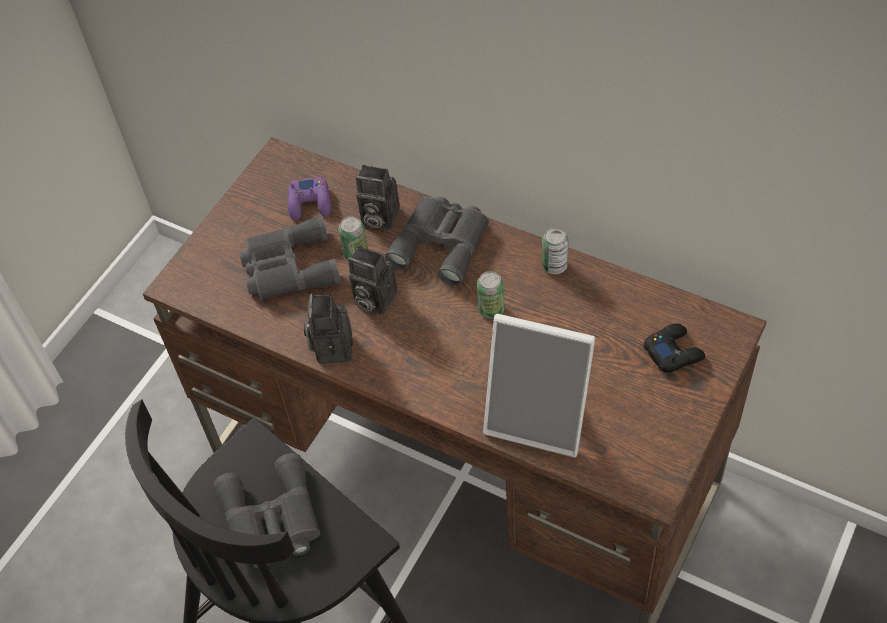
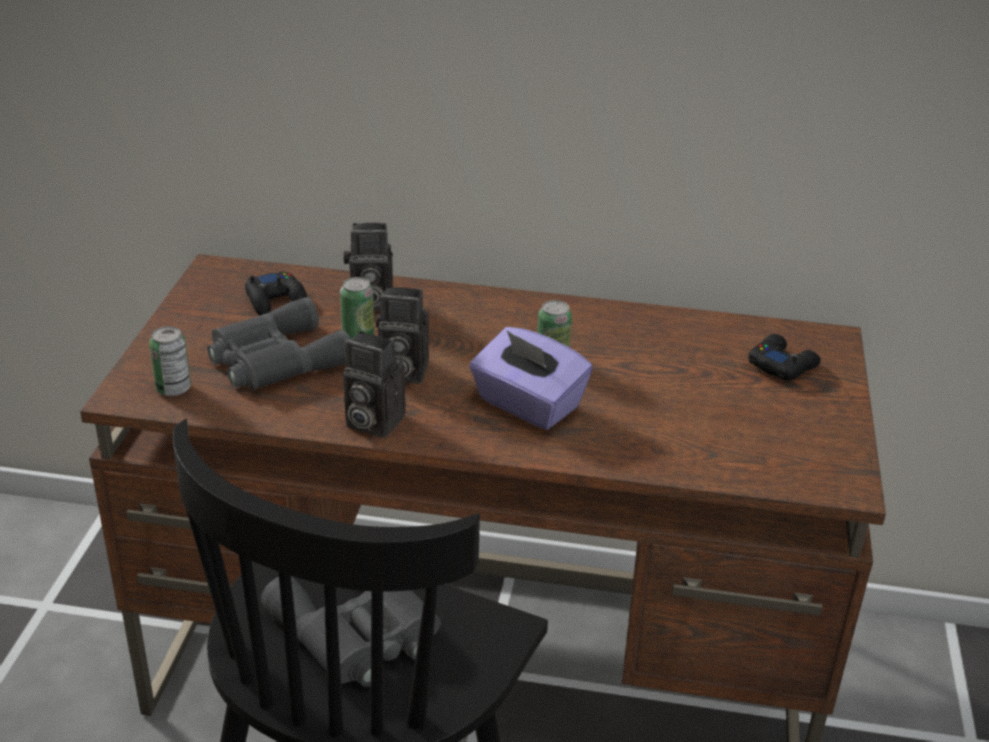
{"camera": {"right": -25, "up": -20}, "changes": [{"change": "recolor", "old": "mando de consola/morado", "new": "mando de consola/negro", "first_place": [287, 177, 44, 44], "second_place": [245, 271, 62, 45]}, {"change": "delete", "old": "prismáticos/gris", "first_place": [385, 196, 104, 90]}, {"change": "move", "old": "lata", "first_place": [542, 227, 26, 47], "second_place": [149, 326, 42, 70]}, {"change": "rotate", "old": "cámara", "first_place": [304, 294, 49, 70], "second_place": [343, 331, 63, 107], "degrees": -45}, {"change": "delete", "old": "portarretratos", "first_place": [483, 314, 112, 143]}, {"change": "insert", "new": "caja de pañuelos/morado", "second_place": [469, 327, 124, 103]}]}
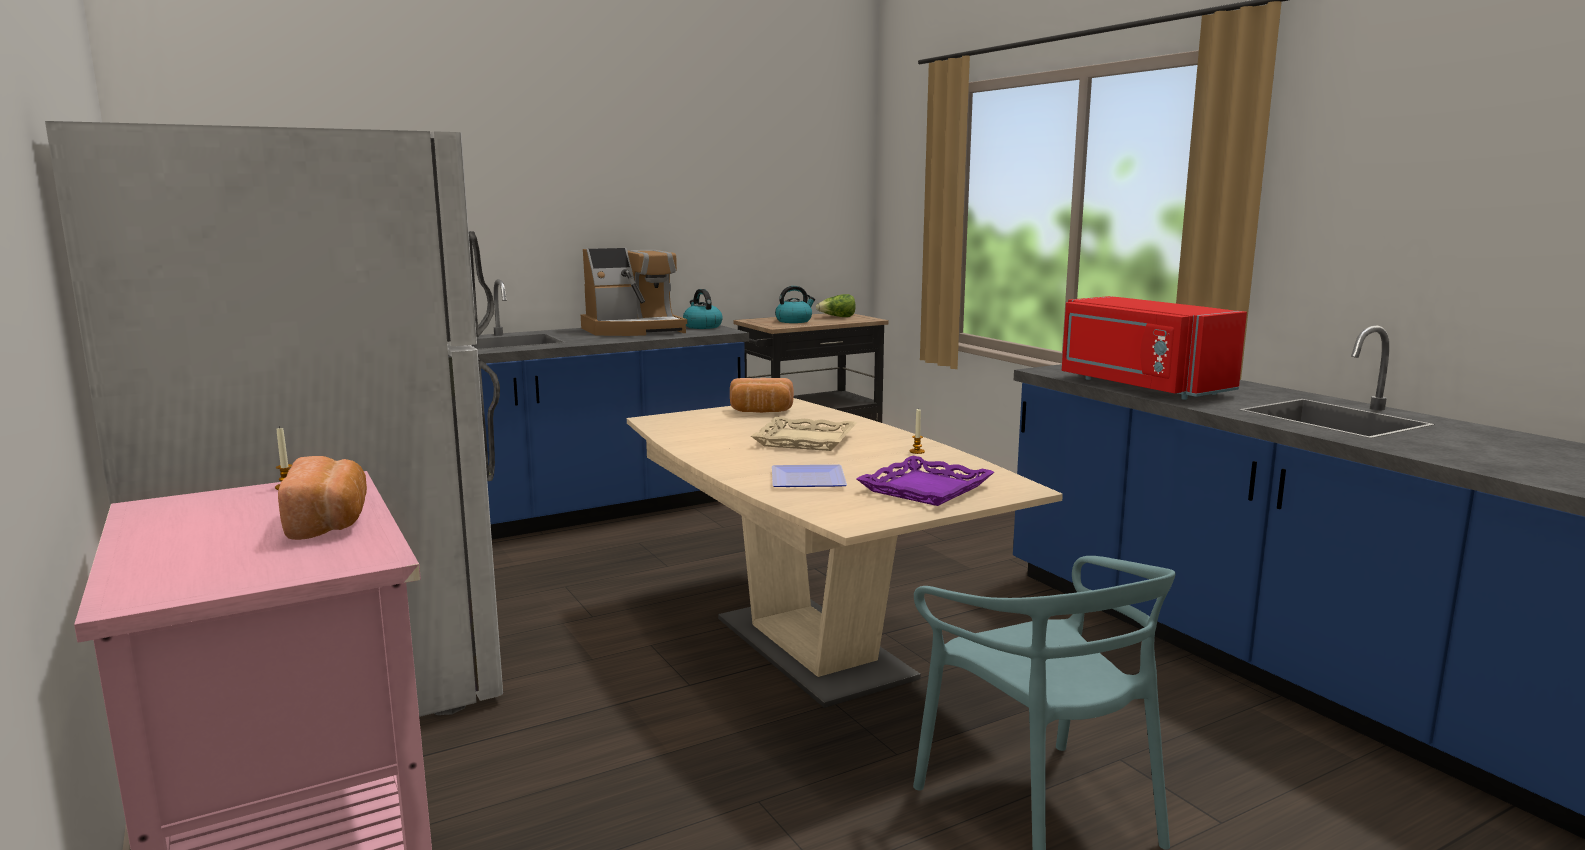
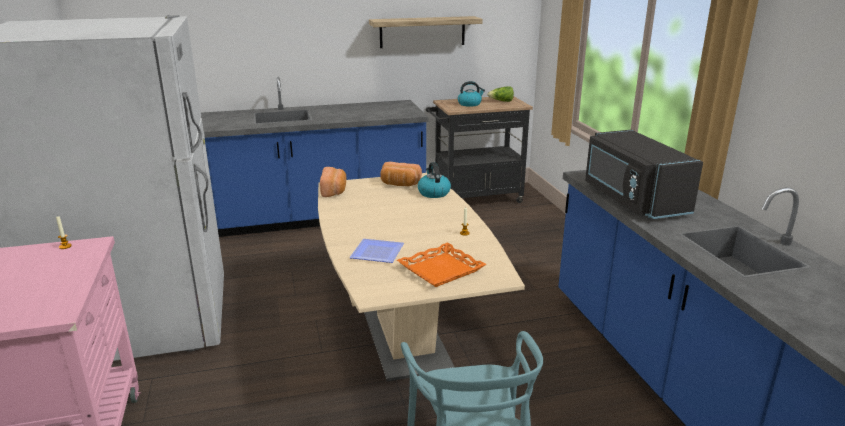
{"camera": {"right": 15, "up": 10}, "changes": [{"change": "delete", "old": "cafetera", "first_place": [581, 248, 106, 88]}, {"change": "move", "old": "hervidor", "first_place": [683, 289, 40, 40], "second_place": [417, 162, 34, 36]}, {"change": "recolor", "old": "microondas/rojo", "new": "microondas/negro", "first_place": [1062, 296, 185, 104], "second_place": [585, 130, 118, 89]}, {"change": "delete", "old": "bandeja/beis", "first_place": [751, 417, 105, 34]}, {"change": "move", "old": "pan", "first_place": [278, 456, 89, 84], "second_place": [320, 167, 26, 30]}, {"change": "recolor", "old": "bandeja/morado", "new": "bandeja/naranja", "first_place": [856, 456, 138, 50], "second_place": [397, 242, 90, 45]}, {"change": "insert", "new": "estante", "second_place": [369, 16, 114, 32]}]}
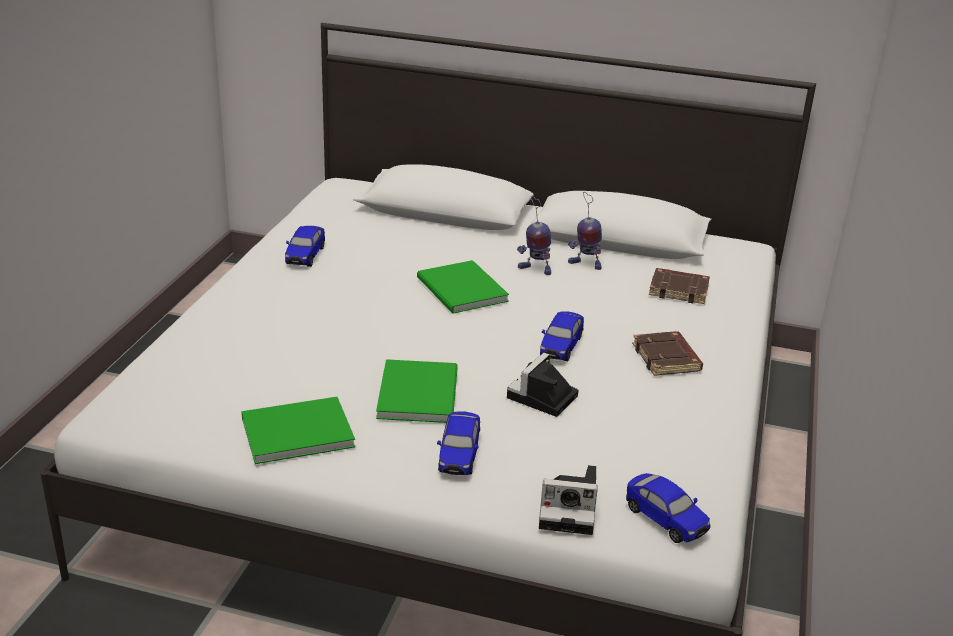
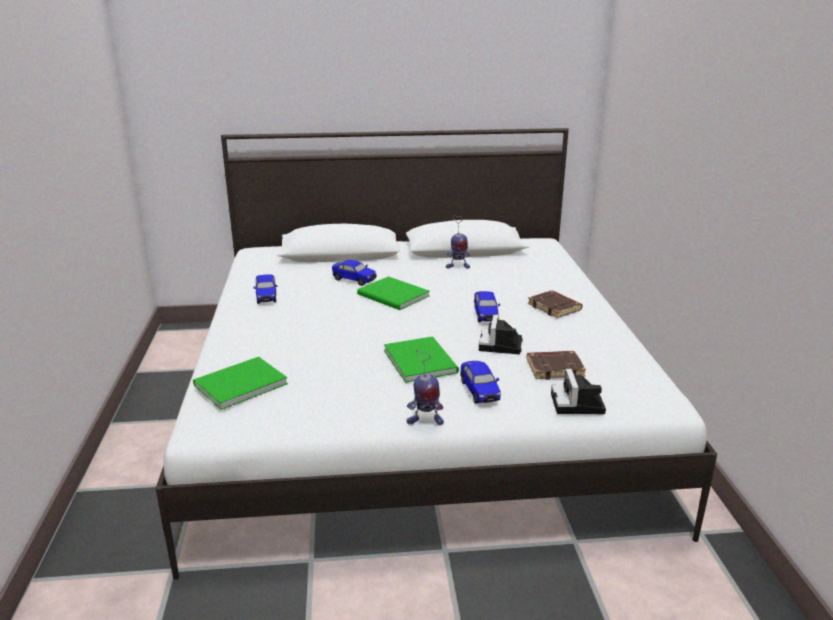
{"camera": {"right": -20, "up": -5}, "changes": [{"change": "move", "old": "robot de juguete", "first_place": [517, 196, 34, 79], "second_place": [407, 350, 37, 75]}, {"change": "move", "old": "libro/marrón", "first_place": [649, 268, 61, 36], "second_place": [527, 351, 59, 29]}, {"change": "move", "old": "libro/verde", "first_place": [241, 397, 114, 67], "second_place": [193, 357, 95, 53]}, {"change": "rotate", "old": "cámara", "first_place": [539, 465, 59, 70], "second_place": [551, 369, 55, 45], "degrees": 105}, {"change": "move", "old": "coche de juguete", "first_place": [626, 473, 84, 70], "second_place": [332, 260, 45, 26]}]}
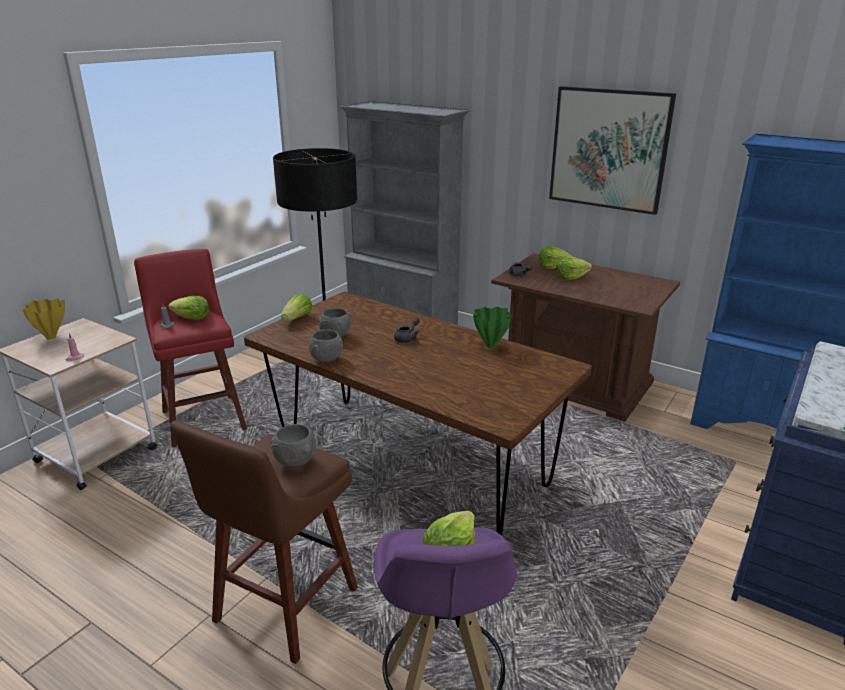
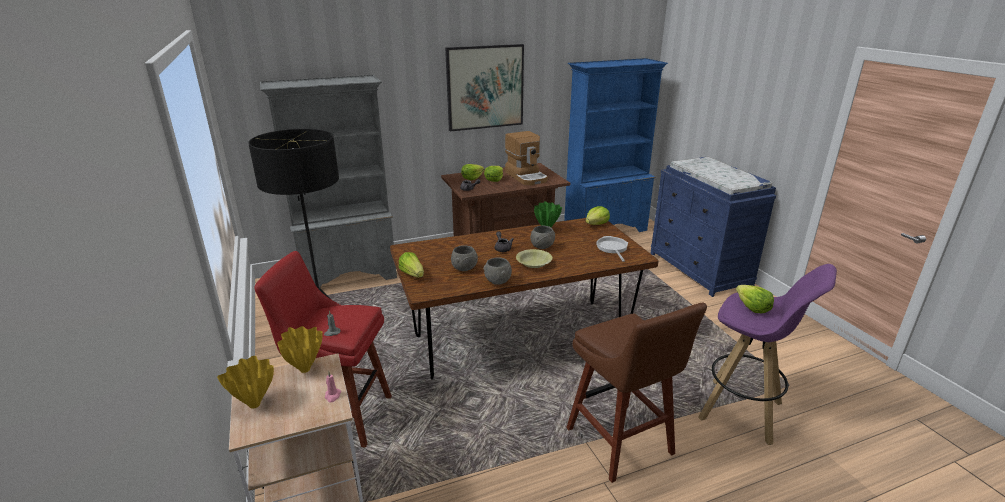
{"camera": {"right": -55, "up": 0}, "changes": [{"change": "move", "old": "lechuga", "first_place": [168, 296, 41, 24], "second_place": [586, 206, 24, 19]}, {"change": "move", "old": "cuenco/gris", "first_place": [271, 424, 45, 43], "second_place": [531, 226, 24, 23]}, {"change": "insert", "new": "cafetera", "second_place": [505, 131, 43, 54]}, {"change": "insert", "new": "sartén", "second_place": [596, 236, 32, 26]}, {"change": "insert", "new": "cuenco/amarillo", "second_place": [516, 249, 36, 19]}, {"change": "insert", "new": "florero/amarillo", "second_place": [277, 326, 46, 47]}]}
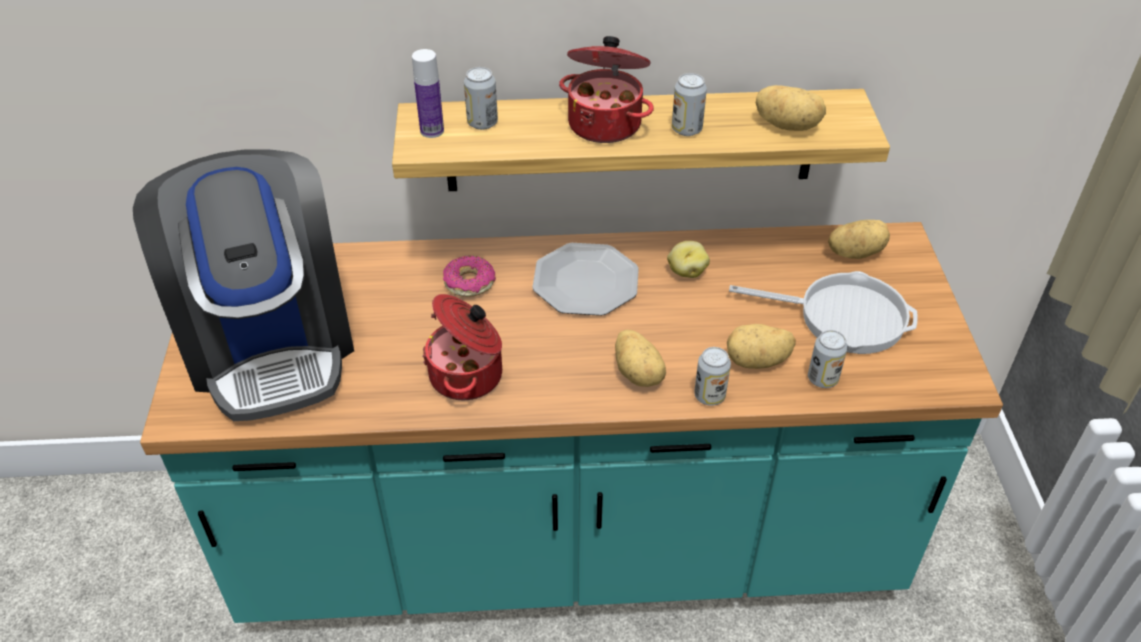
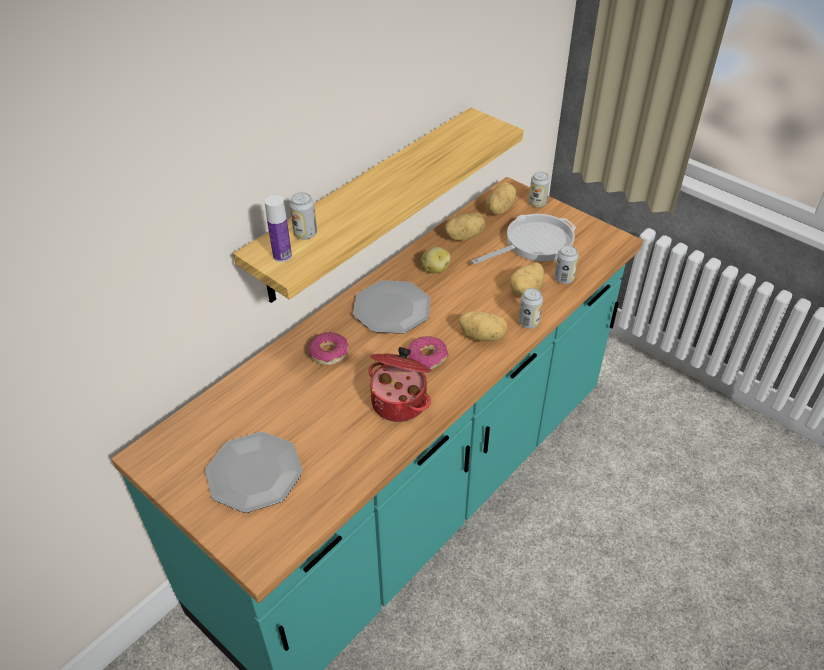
{"camera": {"right": -45, "up": 0}, "changes": [{"change": "delete", "old": "olla", "first_place": [559, 36, 95, 107]}, {"change": "move", "old": "lata", "first_place": [672, 73, 35, 63], "second_place": [529, 171, 21, 37]}, {"change": "move", "old": "patata", "first_place": [756, 85, 70, 46], "second_place": [444, 213, 41, 27]}, {"change": "replace", "old": "cafetera", "new": "plato", "first_place": [133, 149, 221, 272], "second_place": [205, 432, 98, 81]}, {"change": "insert", "new": "rosquilla", "second_place": [408, 336, 40, 33]}]}
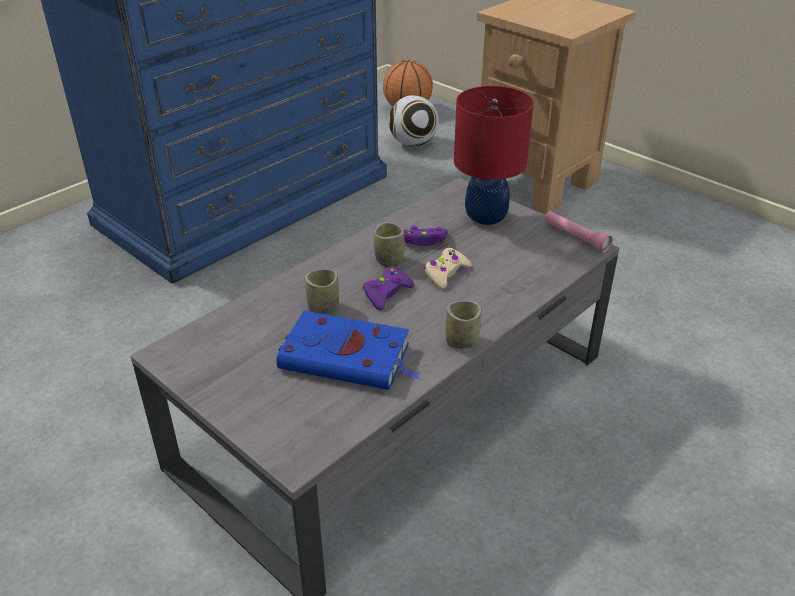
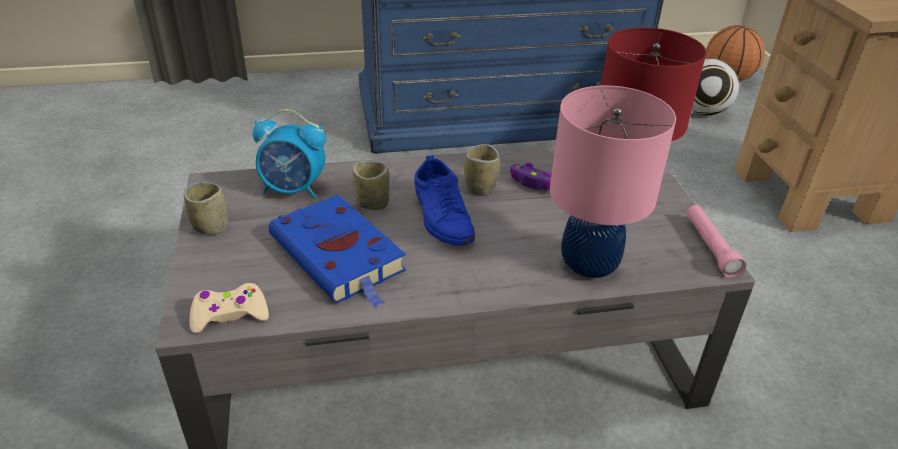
{"camera": {"right": 35, "up": 0}, "changes": [{"change": "move", "old": "mando de consola/beis", "first_place": [424, 248, 48, 41], "second_place": [189, 283, 80, 50]}, {"change": "replace", "old": "mando de consola/morado", "new": "zapato/azul", "first_place": [363, 267, 52, 43], "second_place": [414, 155, 61, 90]}, {"change": "move", "old": "taza", "first_place": [446, 301, 36, 48], "second_place": [184, 182, 44, 53]}, {"change": "insert", "new": "lámpara de mesa/rosa", "second_place": [550, 85, 126, 193]}, {"change": "insert", "new": "despertador", "second_place": [253, 109, 73, 90]}]}
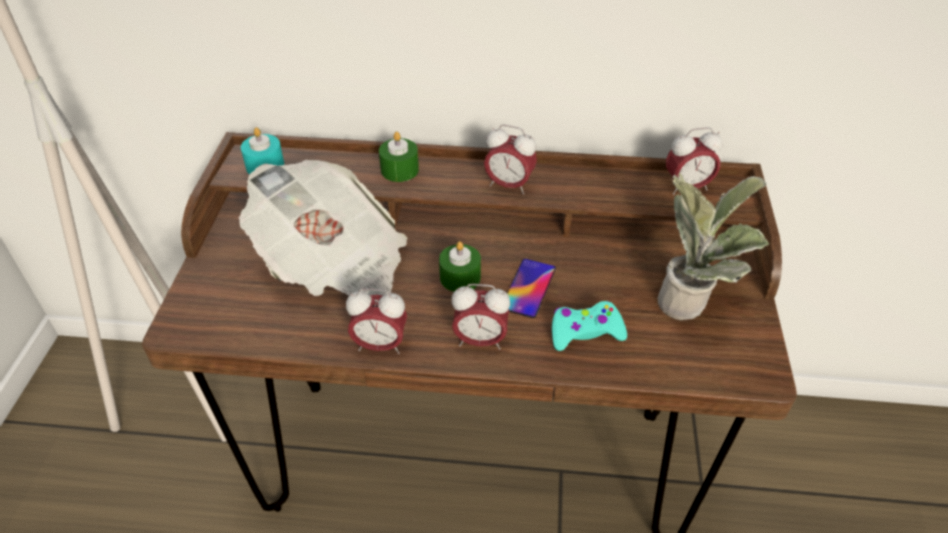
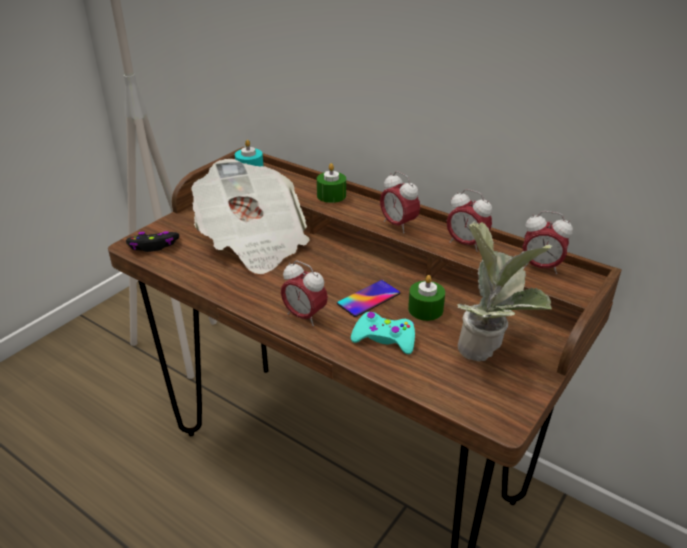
{"camera": {"right": 30, "up": -10}, "changes": [{"change": "move", "old": "vela/verde", "first_place": [439, 241, 42, 51], "second_place": [408, 275, 37, 46]}, {"change": "move", "old": "despertador", "first_place": [346, 288, 61, 66], "second_place": [447, 189, 45, 63]}, {"change": "insert", "new": "mando de consola/negro", "second_place": [126, 231, 53, 21]}]}
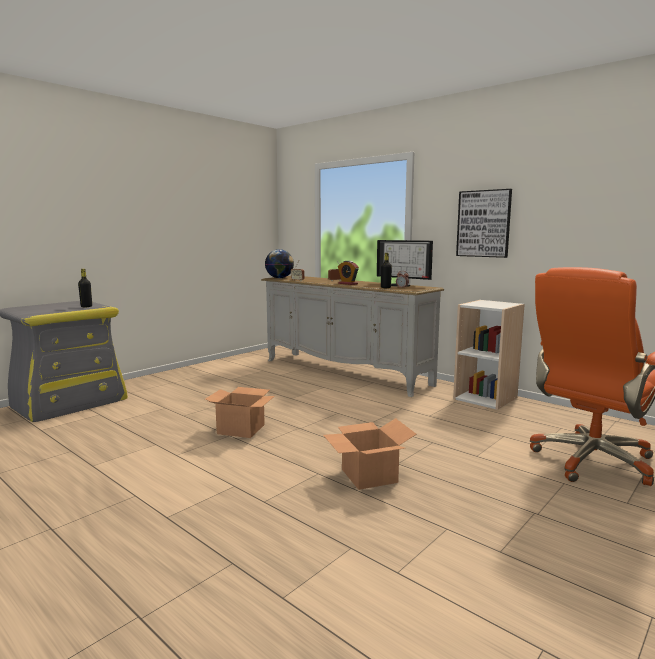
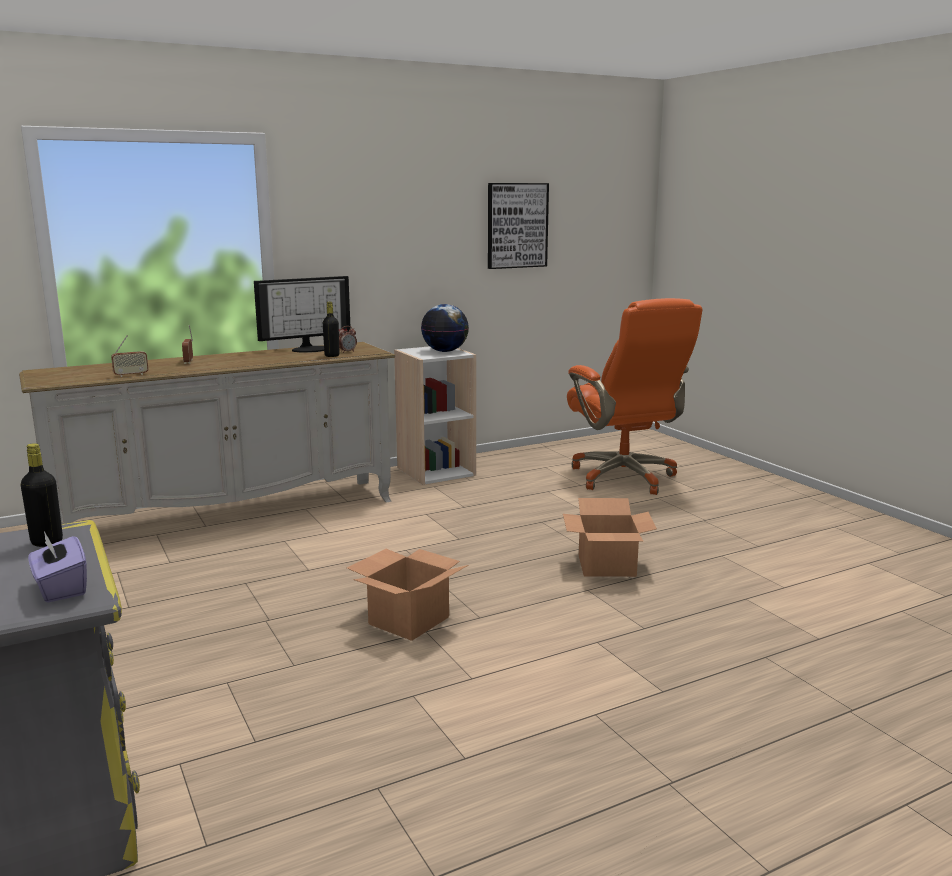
{"camera": {"right": -70, "up": 5}, "changes": [{"change": "move", "old": "cuadro", "first_place": [456, 189, 56, 69], "second_place": [488, 183, 61, 86]}, {"change": "move", "old": "globo terráqueo", "first_place": [265, 249, 29, 29], "second_place": [421, 304, 48, 48]}, {"change": "delete", "old": "despertador", "first_place": [338, 261, 21, 24]}, {"change": "insert", "new": "caja de pañuelos/morado", "second_place": [28, 531, 59, 71]}]}
